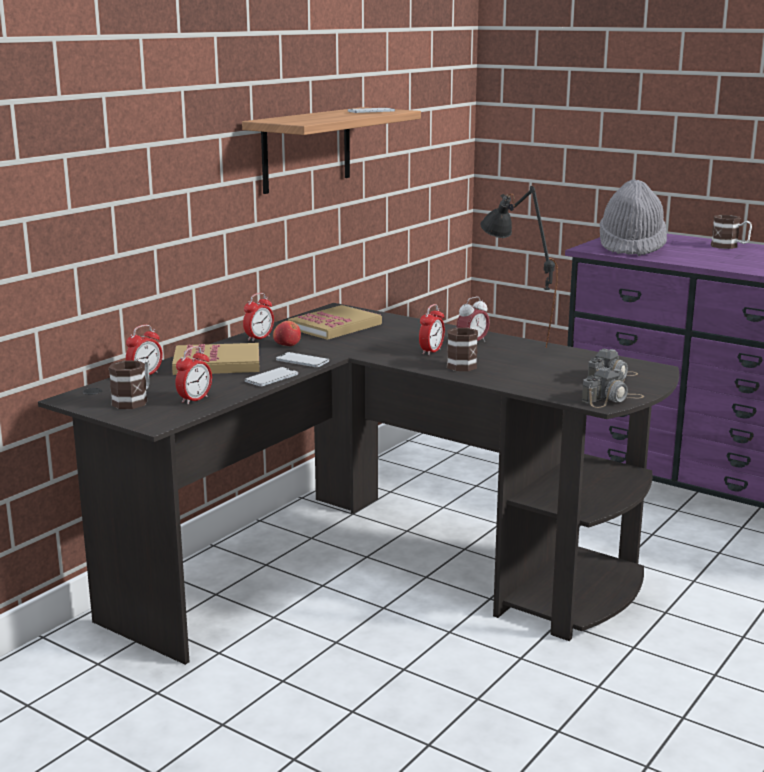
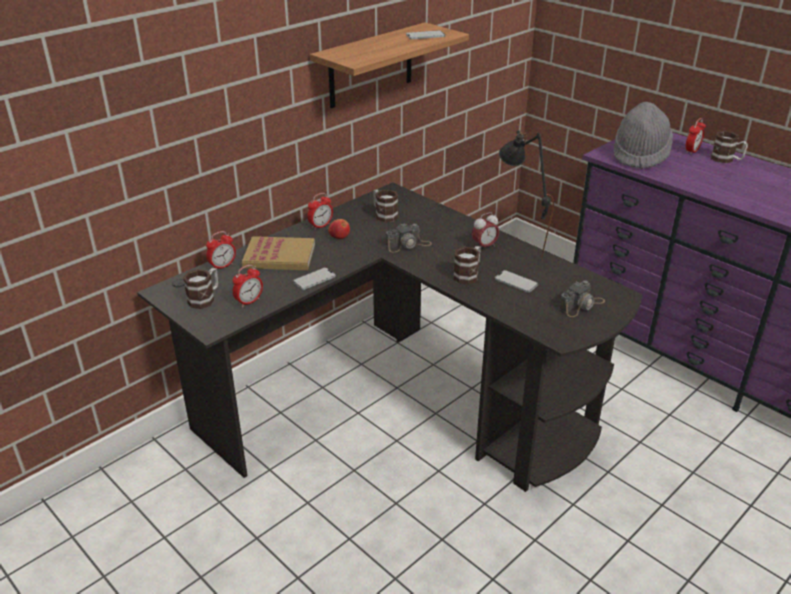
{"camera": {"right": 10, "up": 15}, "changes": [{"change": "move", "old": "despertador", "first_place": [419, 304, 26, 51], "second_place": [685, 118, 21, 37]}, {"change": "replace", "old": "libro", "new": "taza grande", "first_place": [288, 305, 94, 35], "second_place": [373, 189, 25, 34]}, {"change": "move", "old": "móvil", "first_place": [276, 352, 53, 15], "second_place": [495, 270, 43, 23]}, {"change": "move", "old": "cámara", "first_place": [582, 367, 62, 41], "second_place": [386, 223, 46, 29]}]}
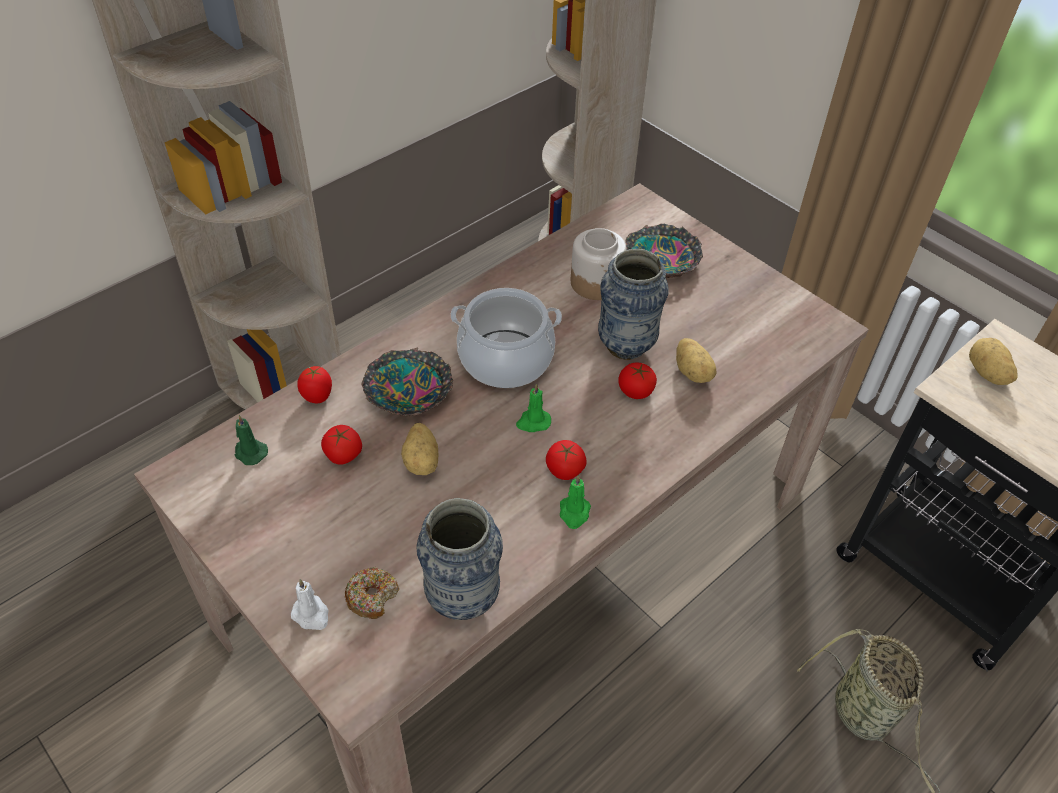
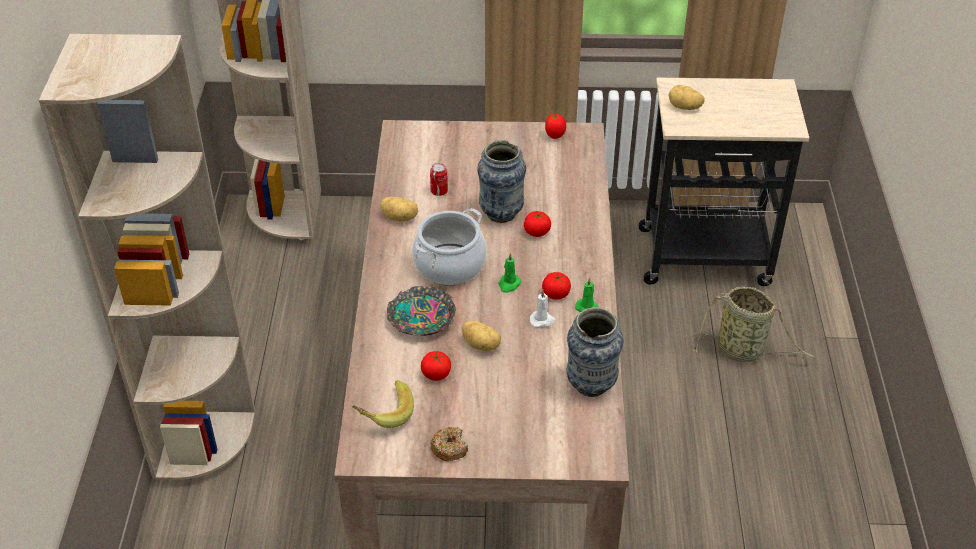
{"camera": {"right": -45, "up": -5}, "changes": [{"change": "delete", "old": "cuenco", "first_place": [625, 224, 78, 54]}, {"change": "replace", "old": "tarro", "new": "lata", "first_place": [571, 228, 55, 72], "second_place": [430, 163, 18, 33]}, {"change": "move", "old": "patata", "first_place": [676, 338, 41, 45], "second_place": [380, 197, 38, 24]}, {"change": "move", "old": "tomate", "first_place": [297, 366, 35, 37], "second_place": [545, 114, 21, 25]}, {"change": "replace", "old": "vela/verde", "new": "plátano", "first_place": [235, 415, 33, 50], "second_place": [352, 380, 62, 48]}, {"change": "move", "old": "rosquilla", "first_place": [345, 567, 54, 52], "second_place": [431, 427, 37, 34]}, {"change": "move", "old": "vela/blanco", "first_place": [291, 579, 37, 51], "second_place": [529, 290, 27, 38]}]}
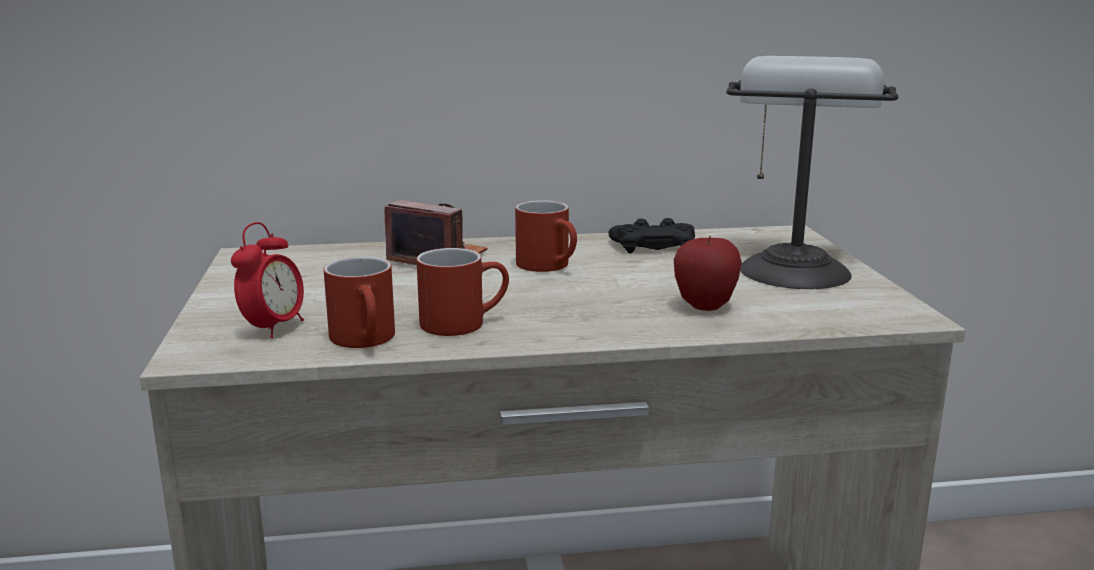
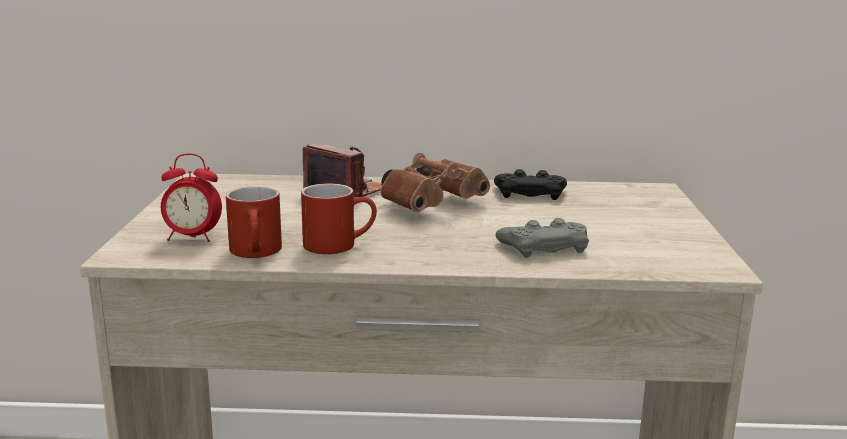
{"camera": {"right": 10, "up": 0}, "changes": [{"change": "delete", "old": "lámpara de mesa", "first_place": [726, 56, 173, 233]}, {"change": "replace", "old": "taza grande/rojo", "new": "prismáticos/marrón", "first_place": [515, 200, 62, 72], "second_place": [380, 153, 110, 59]}, {"change": "rotate", "old": "despertador", "first_place": [231, 222, 73, 116], "second_place": [161, 153, 61, 89], "degrees": 60}, {"change": "replace", "old": "manzana", "new": "mando de consola/gris", "first_place": [674, 236, 68, 75], "second_place": [496, 218, 93, 40]}]}
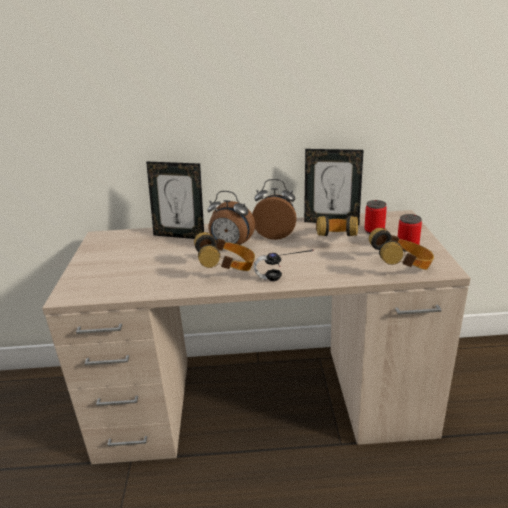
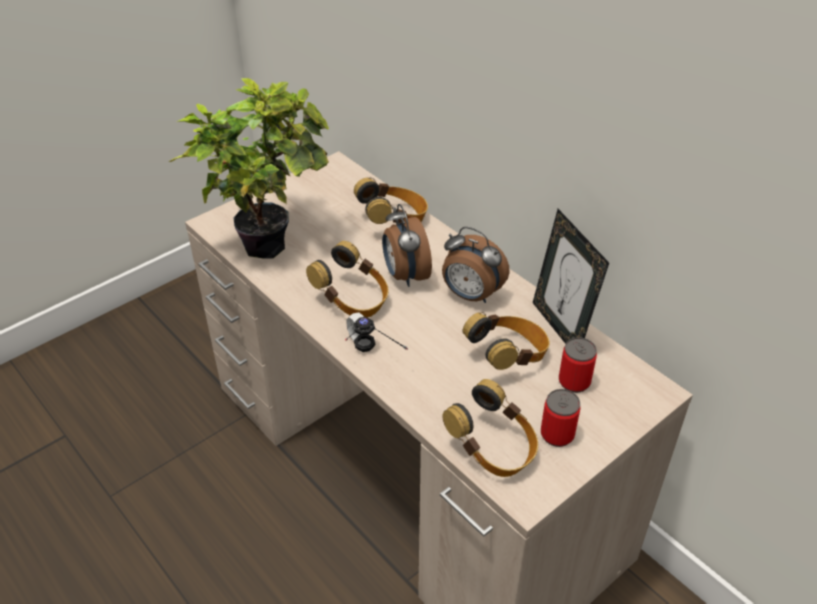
{"camera": {"right": 50, "up": 15}, "changes": [{"change": "replace", "old": "portarretratos", "new": "auriculares", "first_place": [146, 161, 58, 78], "second_place": [354, 178, 74, 46]}, {"change": "rotate", "old": "despertador", "first_place": [252, 179, 45, 61], "second_place": [442, 227, 67, 76], "degrees": 150}, {"change": "insert", "new": "planta en maceta", "second_place": [168, 78, 161, 181]}]}
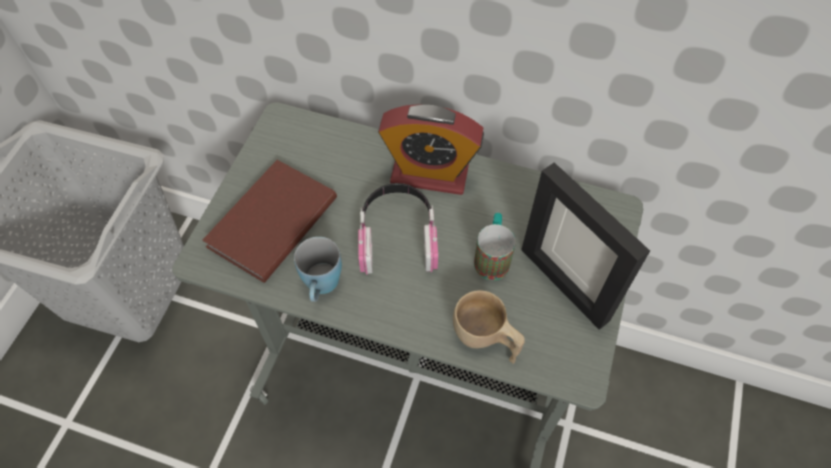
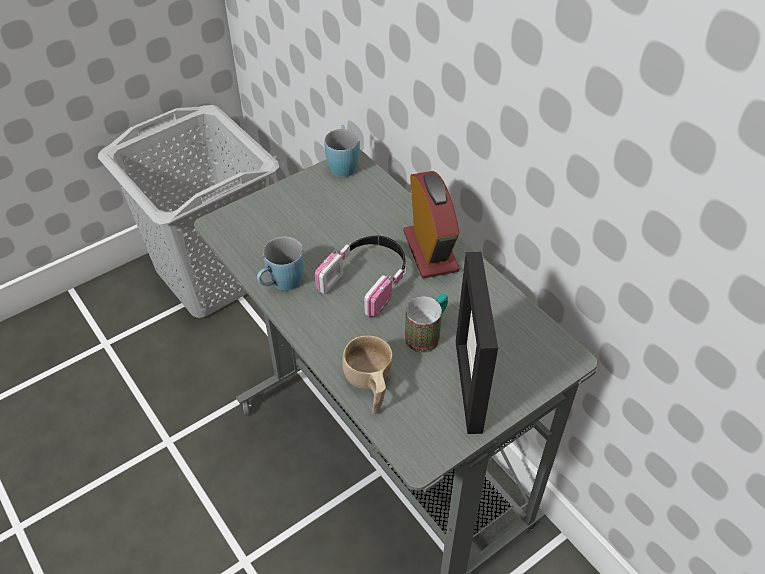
{"camera": {"right": 35, "up": -10}, "changes": [{"change": "rotate", "old": "despertador", "first_place": [378, 104, 106, 91], "second_place": [404, 171, 56, 108], "degrees": -150}, {"change": "delete", "old": "libro/marrón", "first_place": [202, 160, 135, 123]}, {"change": "insert", "new": "taza grande/azul", "second_place": [324, 125, 36, 52]}]}
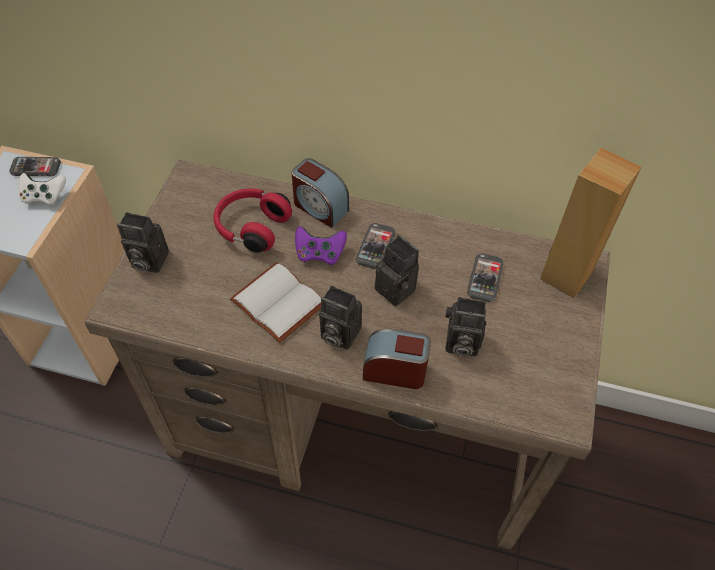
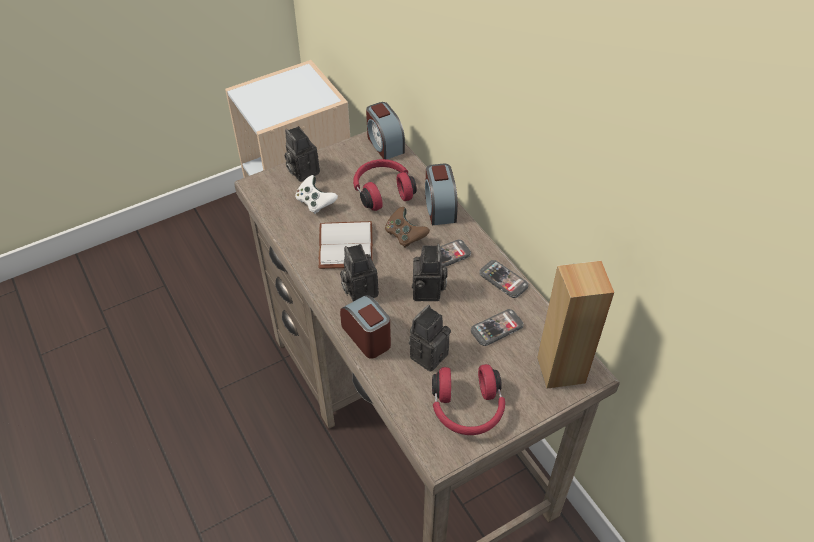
{"camera": {"right": 45, "up": -5}, "changes": [{"change": "move", "old": "móvil", "first_place": [9, 157, 52, 19], "second_place": [479, 260, 49, 38]}, {"change": "move", "old": "mando de consola/blanco", "first_place": [19, 173, 47, 33], "second_place": [295, 175, 43, 39]}, {"change": "recolor", "old": "mando de consola/morado", "new": "mando de consola/marrón", "first_place": [295, 227, 52, 38], "second_place": [385, 207, 45, 41]}, {"change": "rotate", "old": "cámara", "first_place": [445, 297, 41, 60], "second_place": [409, 305, 42, 67], "degrees": 75}, {"change": "insert", "new": "despertador", "second_place": [366, 102, 39, 58]}, {"change": "insert", "new": "auriculares/rojo", "second_place": [432, 364, 73, 71]}]}
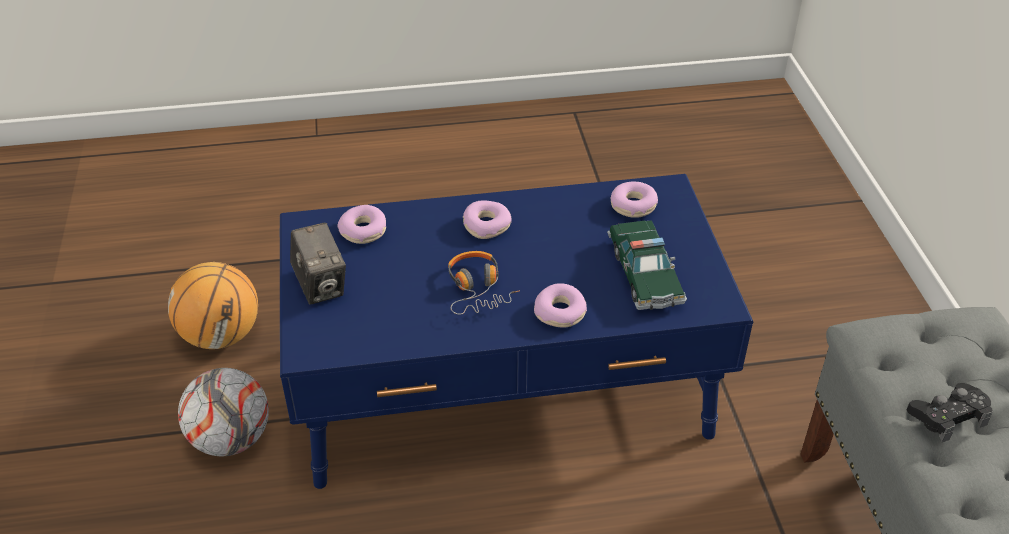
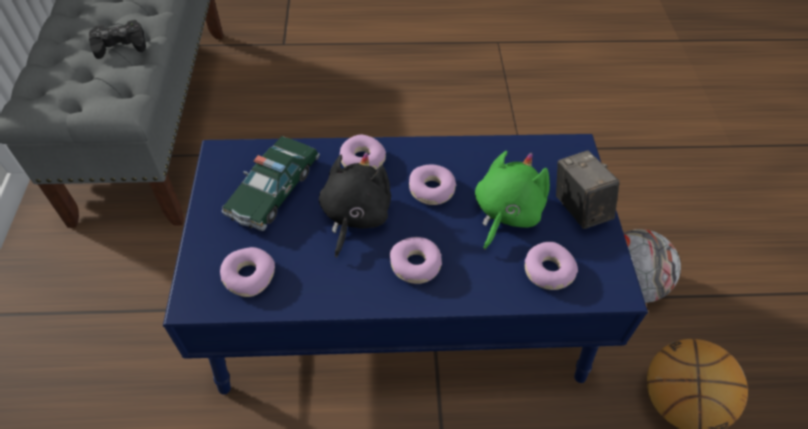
{"camera": {"right": -175, "up": 10}, "changes": [{"change": "rotate", "old": "coche de juguete", "first_place": [607, 220, 80, 90], "second_place": [222, 136, 98, 95], "degrees": -150}, {"change": "replace", "old": "auriculares", "new": "rosquilla", "first_place": [448, 251, 72, 64], "second_place": [409, 165, 47, 40]}, {"change": "insert", "new": "peluche/verde", "second_place": [475, 151, 75, 99]}, {"change": "insert", "new": "peluche/negro", "second_place": [319, 152, 72, 106]}]}
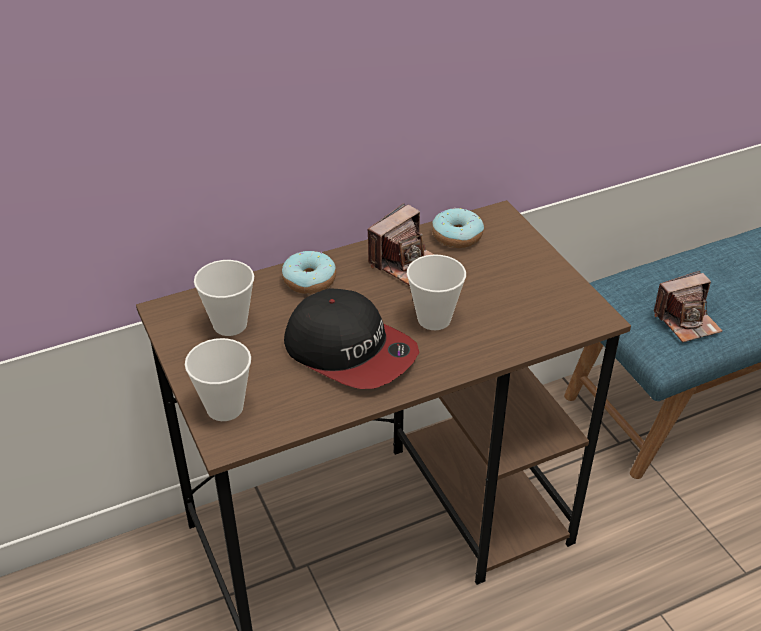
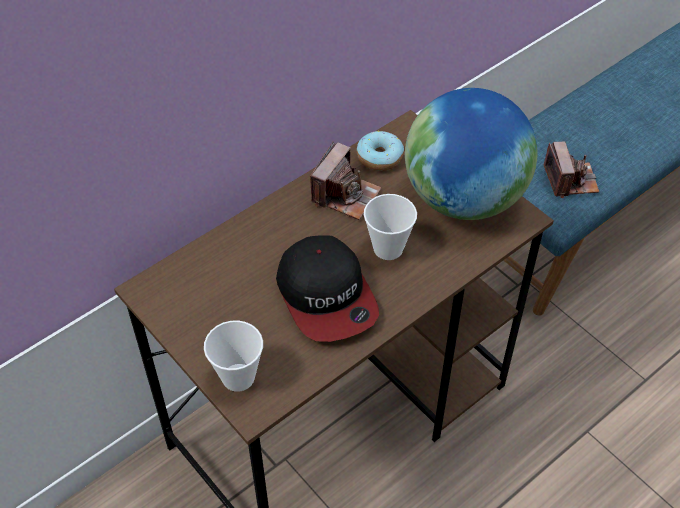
{"camera": {"right": -15, "up": 10}, "changes": [{"change": "delete", "old": "rosquilla", "first_place": [282, 251, 54, 43]}, {"change": "delete", "old": "taza", "first_place": [194, 260, 60, 76]}, {"change": "rotate", "old": "cámara", "first_place": [654, 271, 68, 71], "second_place": [543, 141, 56, 57], "degrees": -60}, {"change": "rotate", "old": "gorra", "first_place": [284, 288, 135, 101], "second_place": [276, 235, 103, 107], "degrees": 45}, {"change": "insert", "new": "globo terráqueo", "second_place": [405, 88, 133, 132]}]}
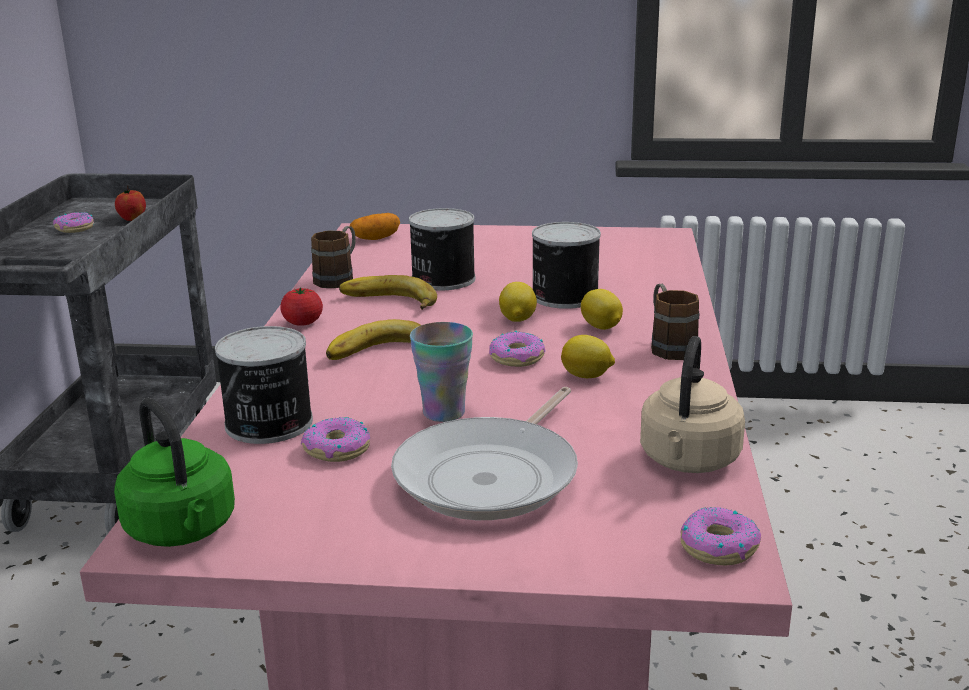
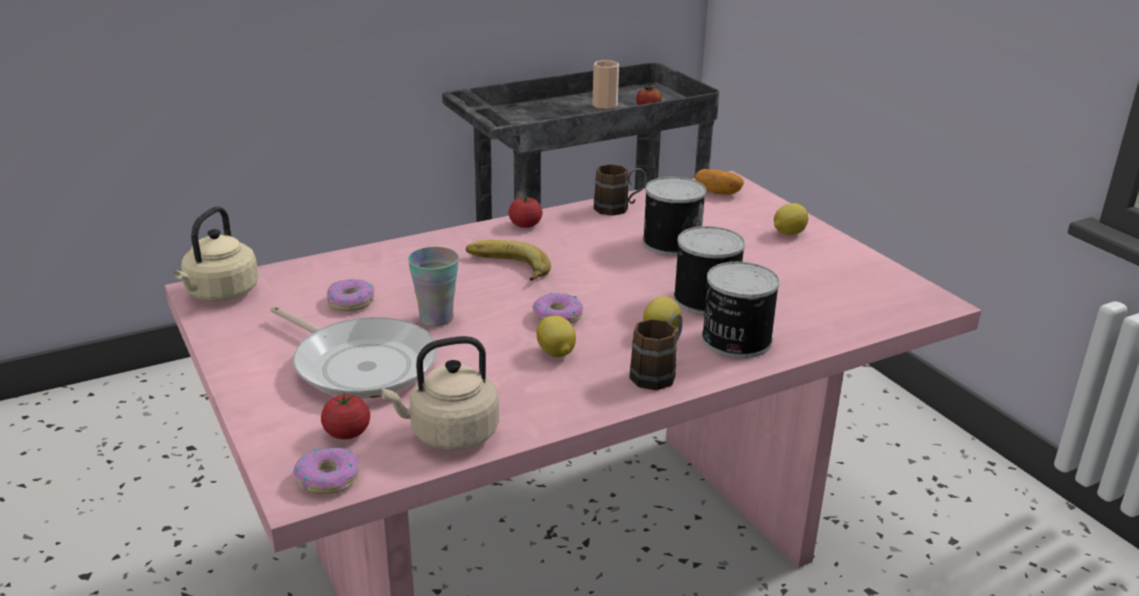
{"camera": {"right": 55, "up": 5}, "changes": [{"change": "replace", "old": "rosquilla", "new": "taza", "first_place": [53, 212, 41, 21], "second_place": [592, 60, 27, 49]}, {"change": "delete", "old": "plátano", "first_place": [339, 275, 98, 35]}, {"change": "move", "old": "limón", "first_place": [499, 282, 38, 40], "second_place": [774, 203, 34, 32]}, {"change": "move", "old": "lata", "first_place": [215, 326, 98, 118], "second_place": [702, 262, 78, 96]}, {"change": "rotate", "old": "sartén", "first_place": [391, 387, 187, 133], "second_place": [270, 306, 167, 93], "degrees": -135}, {"change": "recolor", "old": "hervidor/verde", "new": "hervidor/beis", "first_place": [114, 398, 121, 149], "second_place": [173, 206, 85, 96]}, {"change": "insert", "new": "tomate", "second_place": [321, 392, 49, 48]}]}
